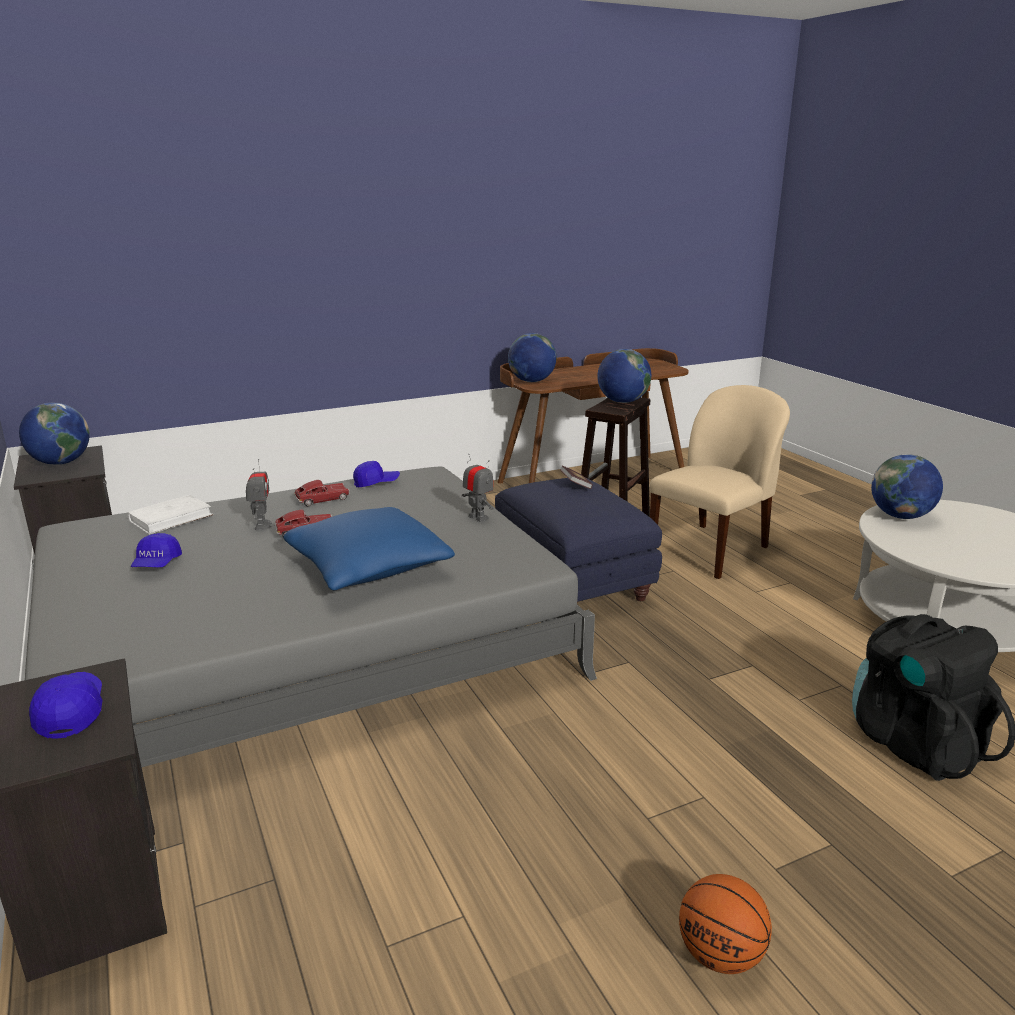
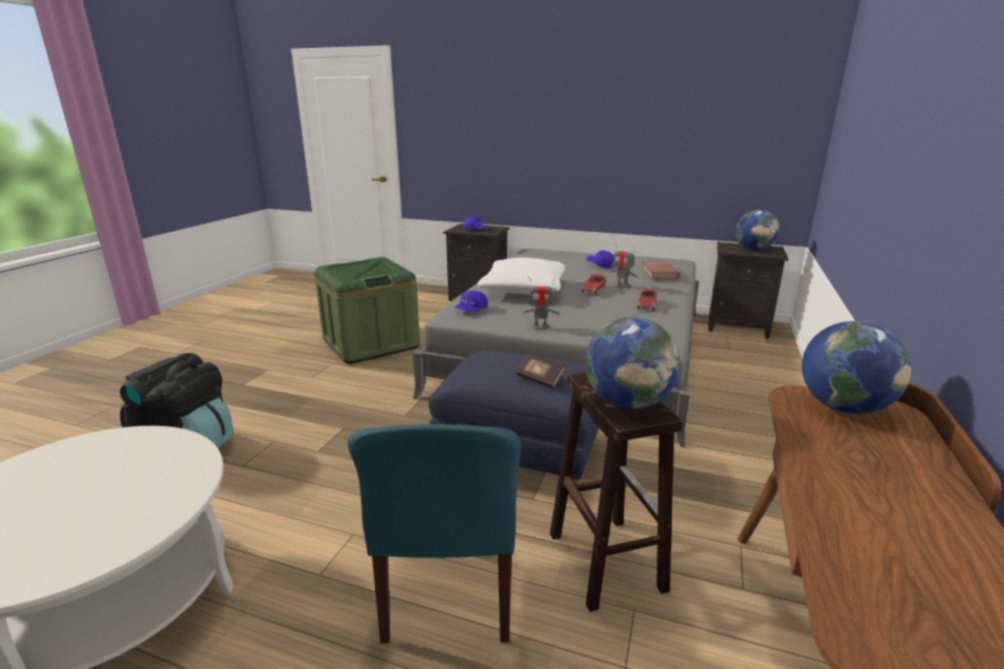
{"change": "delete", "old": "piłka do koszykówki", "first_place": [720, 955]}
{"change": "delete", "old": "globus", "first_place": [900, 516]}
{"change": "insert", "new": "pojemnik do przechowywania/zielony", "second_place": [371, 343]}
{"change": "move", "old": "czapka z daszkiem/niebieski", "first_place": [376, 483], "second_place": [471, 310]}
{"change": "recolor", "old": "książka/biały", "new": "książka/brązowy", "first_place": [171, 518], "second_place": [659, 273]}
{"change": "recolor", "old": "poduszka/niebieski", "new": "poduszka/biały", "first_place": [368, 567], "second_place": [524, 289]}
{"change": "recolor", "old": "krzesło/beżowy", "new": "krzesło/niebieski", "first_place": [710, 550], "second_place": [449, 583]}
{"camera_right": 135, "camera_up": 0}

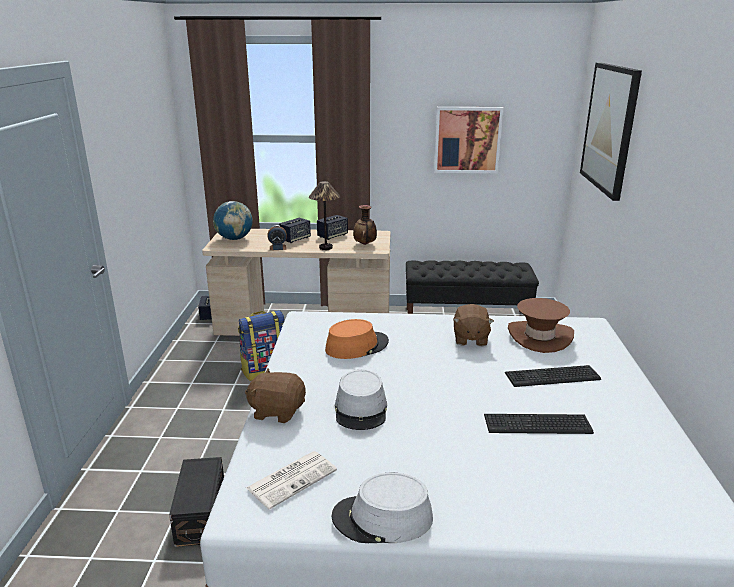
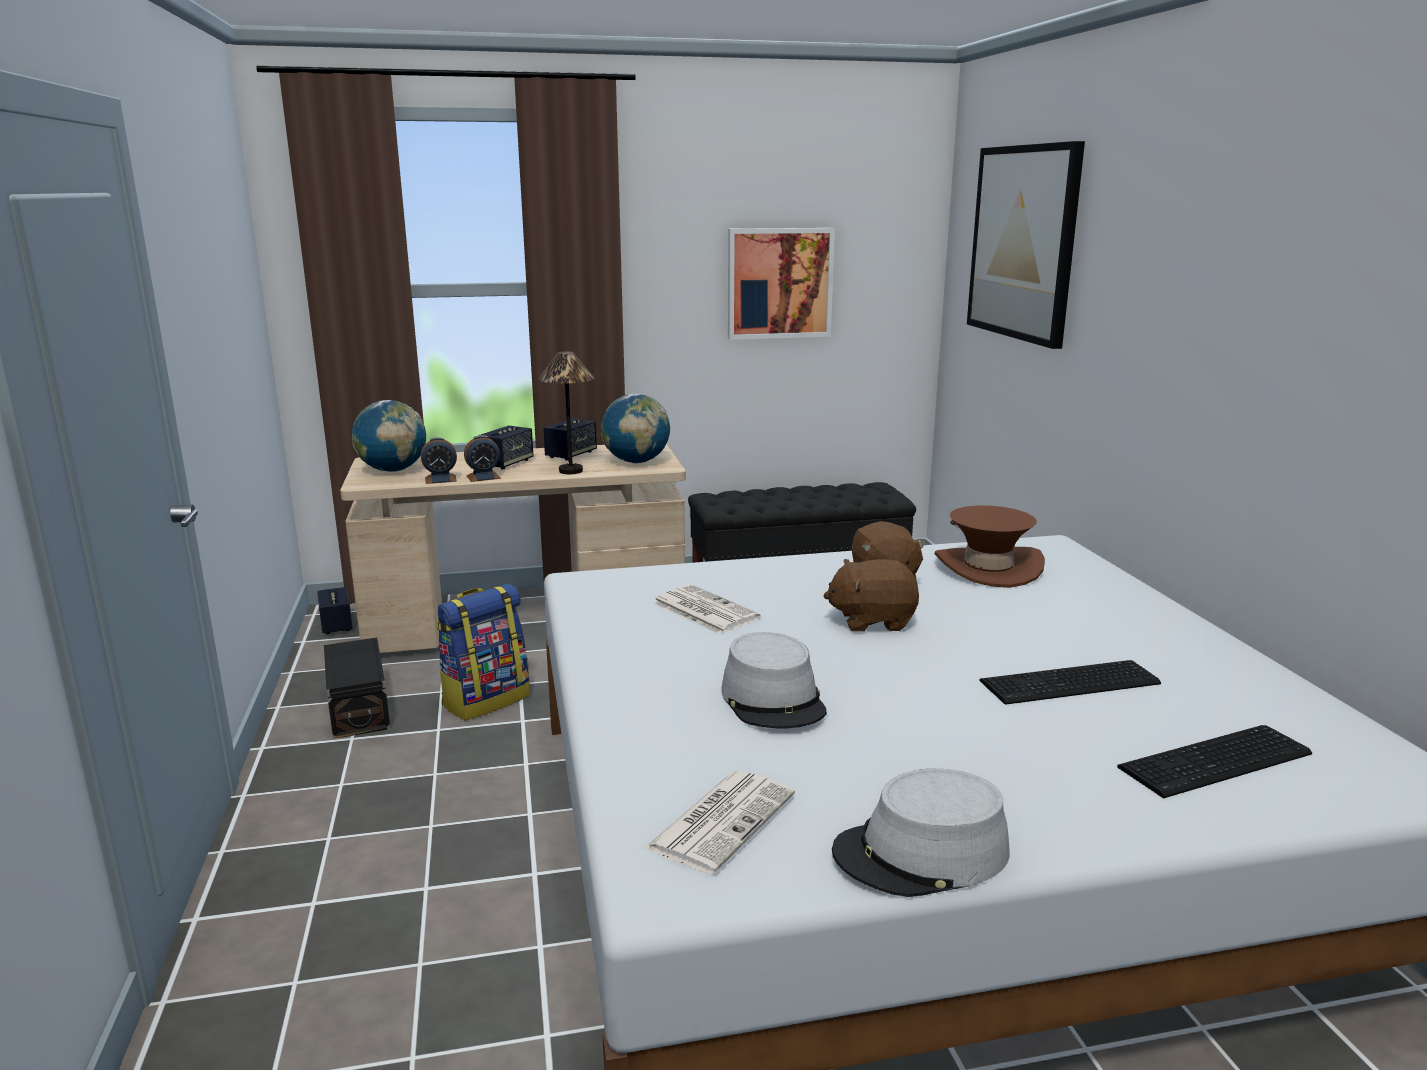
{"change": "insert", "new": "budzik", "second_place": [440, 479]}
{"change": "move", "old": "pojemnik do przechowywania/czarny", "first_place": [202, 513], "second_place": [360, 708]}
{"change": "move", "old": "pluszak/brązowy", "first_place": [277, 411], "second_place": [872, 620]}
{"change": "move", "old": "klawiatura", "first_place": [554, 377], "second_place": [1220, 762]}
{"change": "replace", "old": "kapelusz/pomarańczowy", "new": "gazeta", "first_place": [357, 346], "second_place": [703, 610]}
{"change": "replace", "old": "wazon", "new": "globus", "first_place": [365, 244], "second_place": [636, 462]}
{"camera_right": -15, "camera_up": -5}

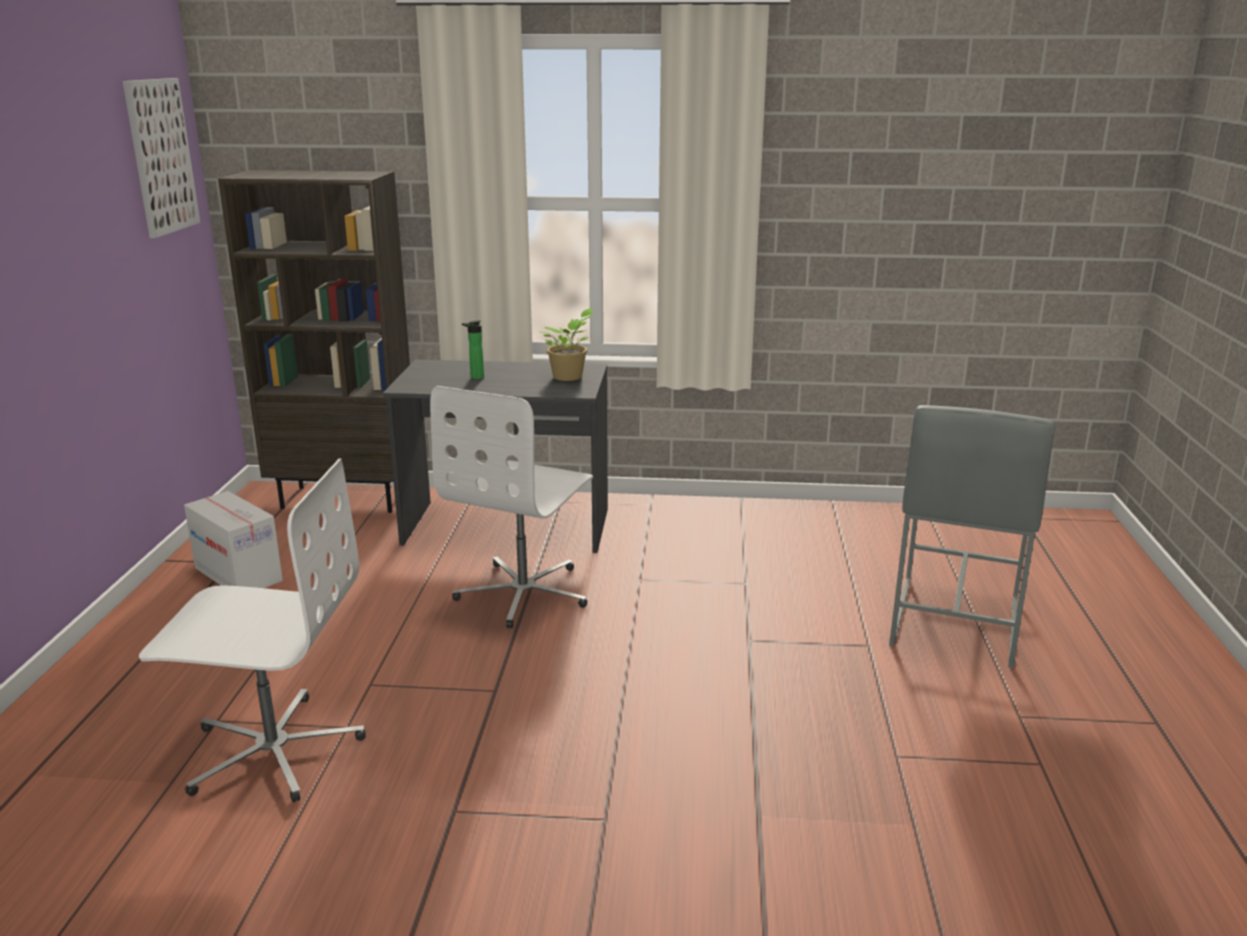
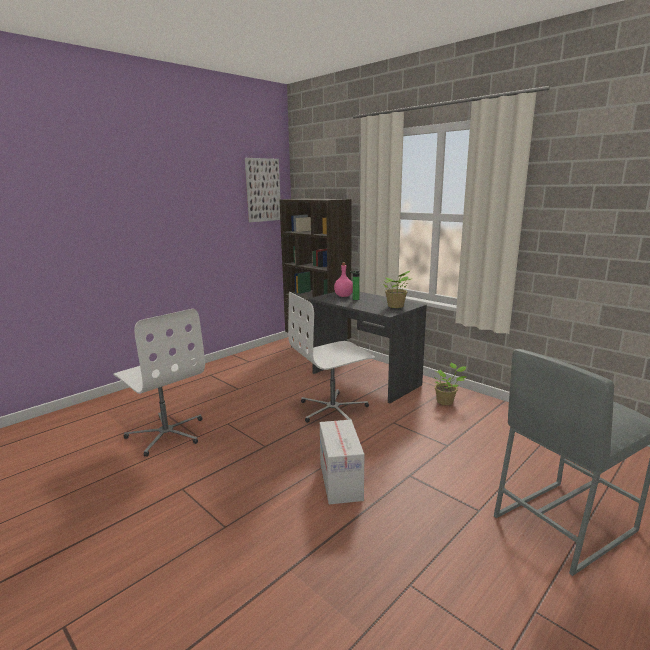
{"change": "insert", "new": "butelka/różowy", "second_place": [343, 296]}
{"change": "insert", "new": "roślina doniczkowa", "second_place": [446, 401]}
{"change": "move", "old": "karton", "first_place": [239, 574], "second_place": [341, 481]}
{"camera_right": 40, "camera_up": -5}

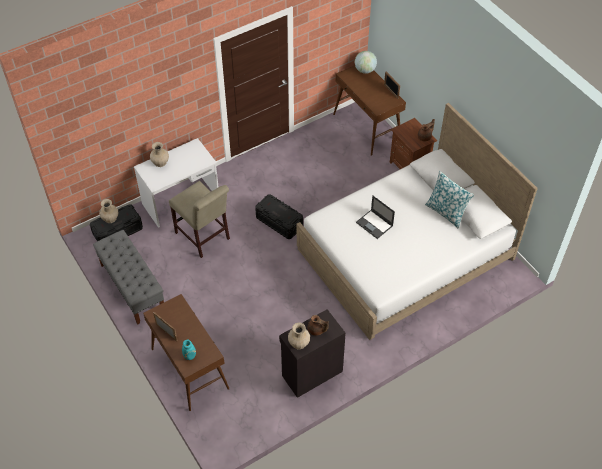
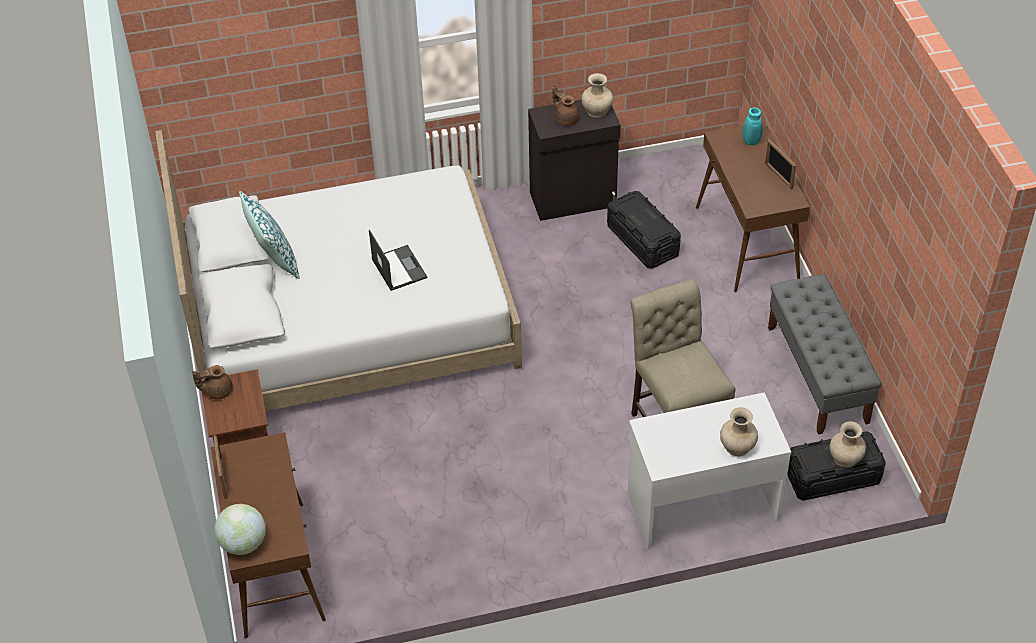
{"change": "move", "old": "pojemnik do przechowywania/czarny", "first_place": [279, 222], "second_place": [642, 241]}
{"camera_right": -160, "camera_up": -5}

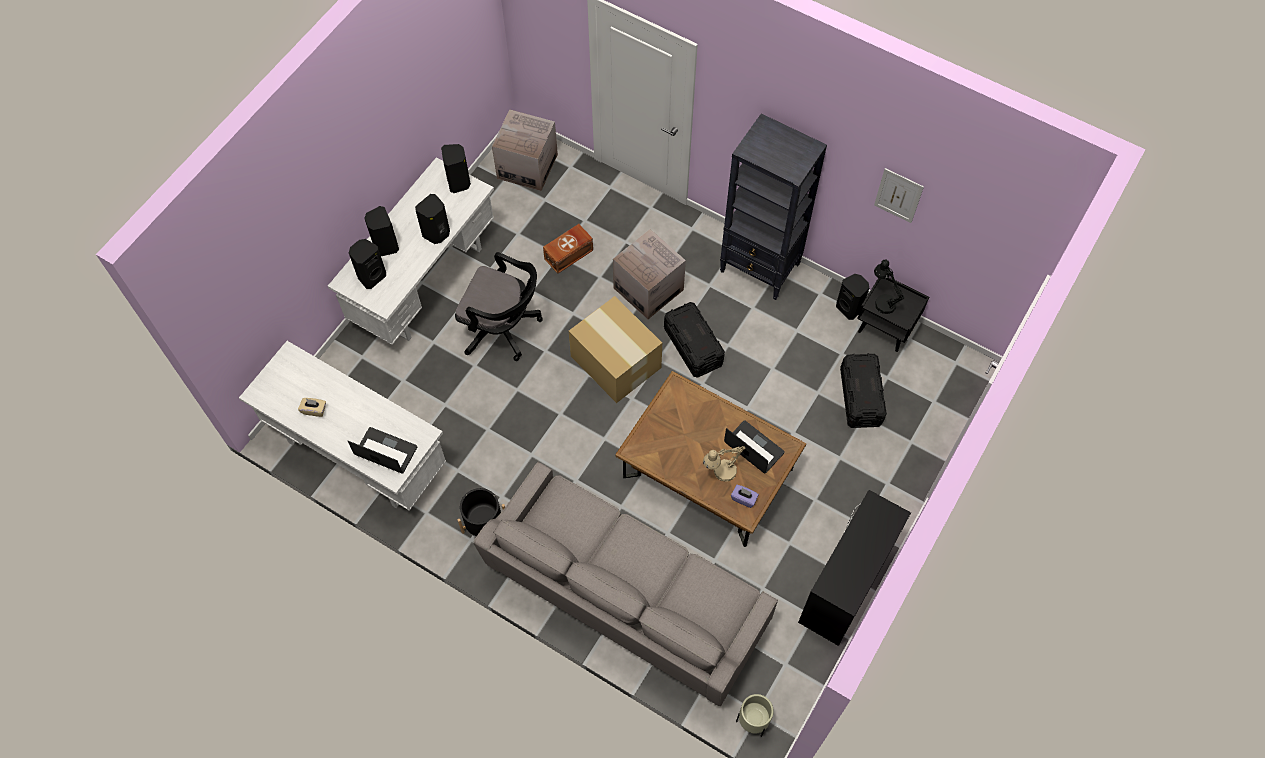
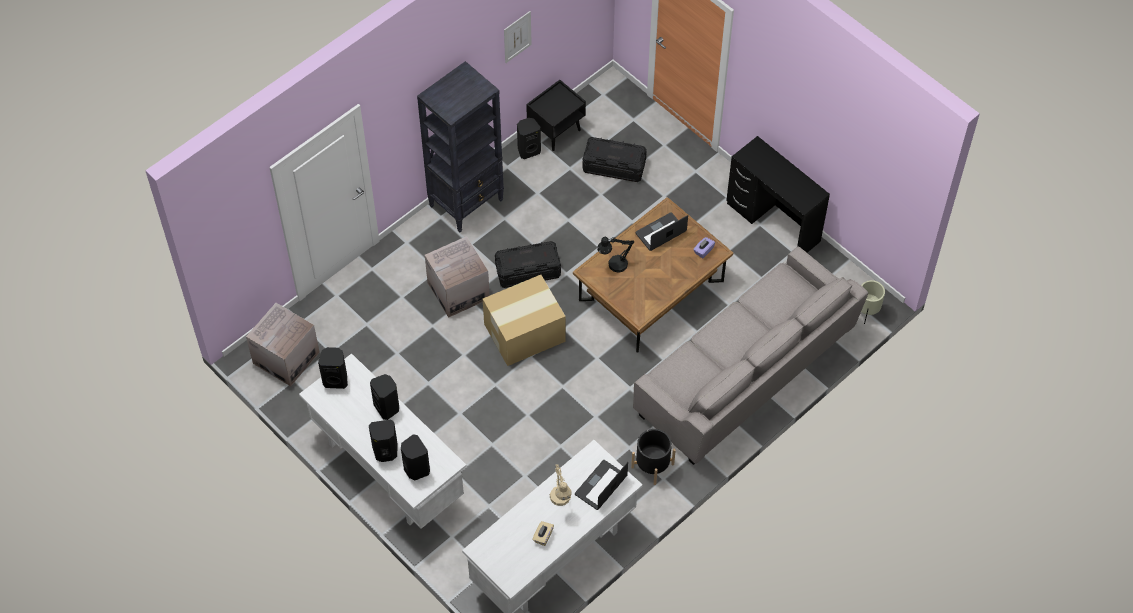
{"change": "delete", "old": "krzesło biurowe/czarny", "first_place": [503, 328]}
{"change": "delete", "old": "pojemnik do przechowywania/brązowy", "first_place": [569, 254]}
{"change": "move", "old": "lampa stołowa/beżowy", "first_place": [720, 473], "second_place": [561, 500]}
{"change": "move", "old": "lampa stołowa/czarny", "first_place": [882, 301], "second_place": [613, 265]}
{"camera_right": -75, "camera_up": -5}

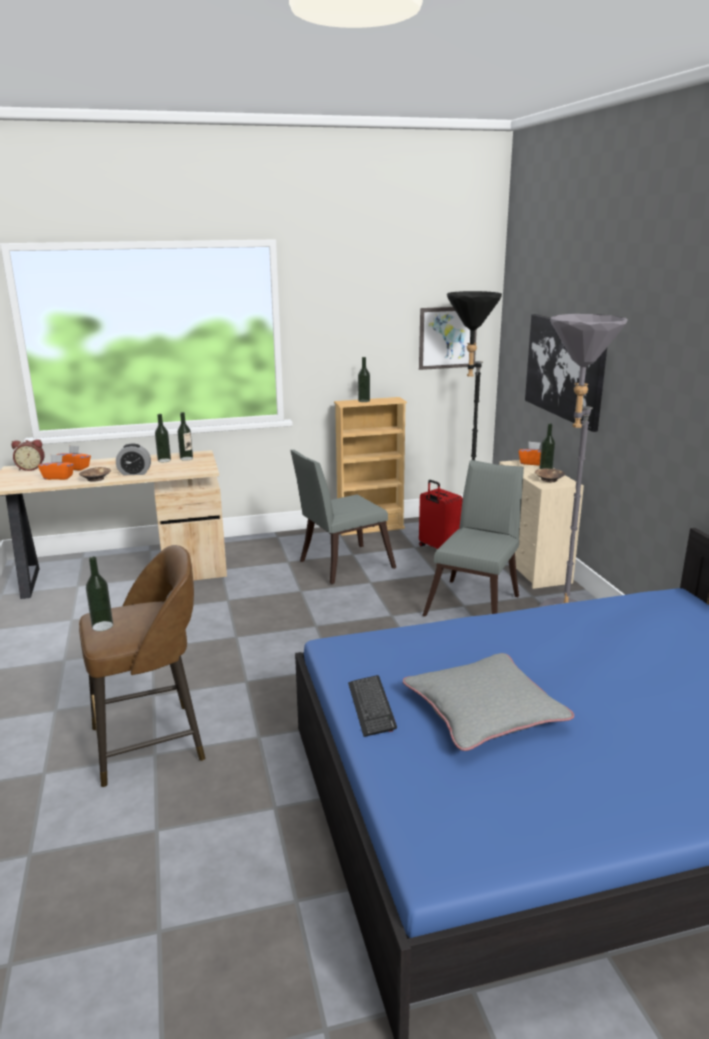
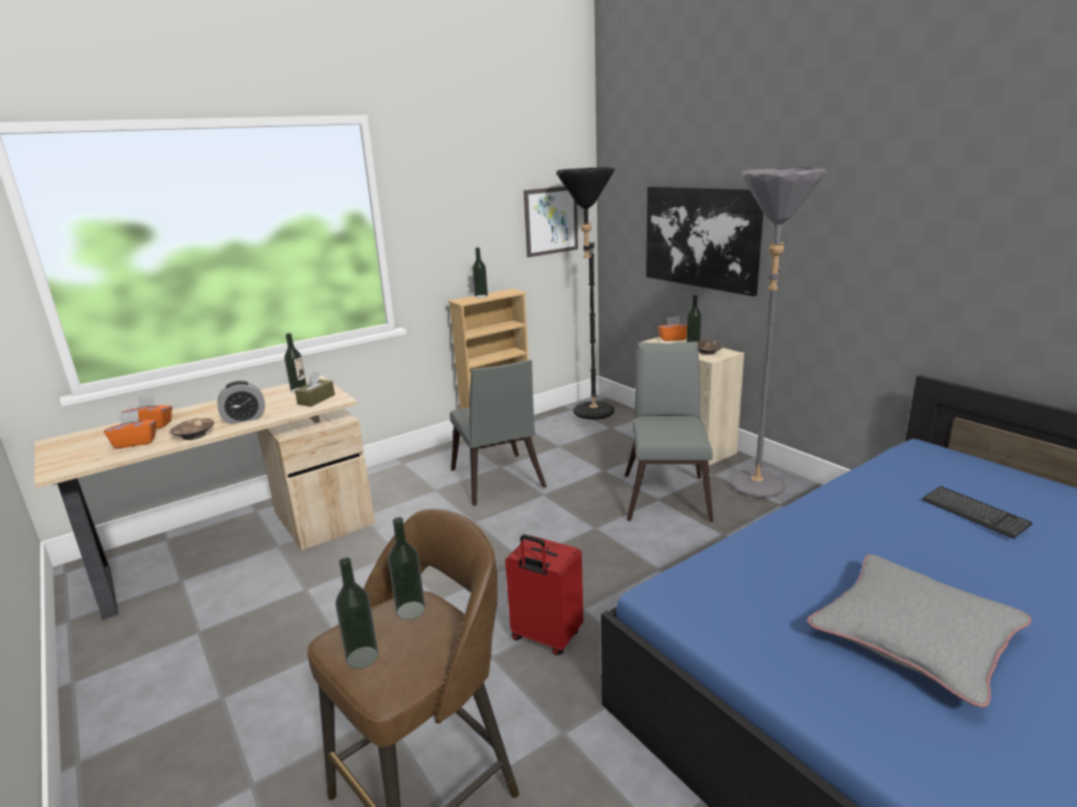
{"change": "delete", "old": "budzik", "first_place": [31, 468]}
{"change": "insert", "new": "pudełko chusteczek/brązowy", "second_place": [316, 399]}
{"change": "move", "old": "butelka", "first_place": [164, 460], "second_place": [410, 610]}
{"change": "move", "old": "klawiatura", "first_place": [371, 707], "second_place": [974, 513]}
{"change": "move", "old": "walizka/czerwony", "first_place": [438, 548], "second_place": [545, 637]}
{"change": "rotate", "old": "krzesło/szary", "first_place": [340, 565], "second_place": [497, 482], "degrees": -60}
{"camera_right": -20, "camera_up": 0}

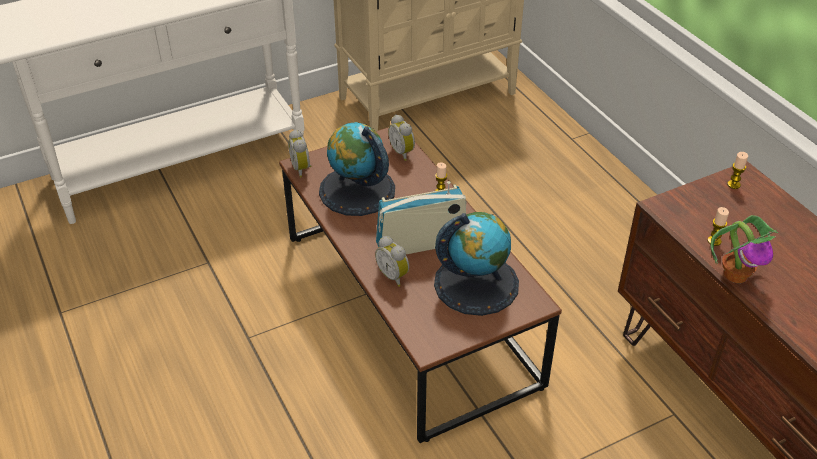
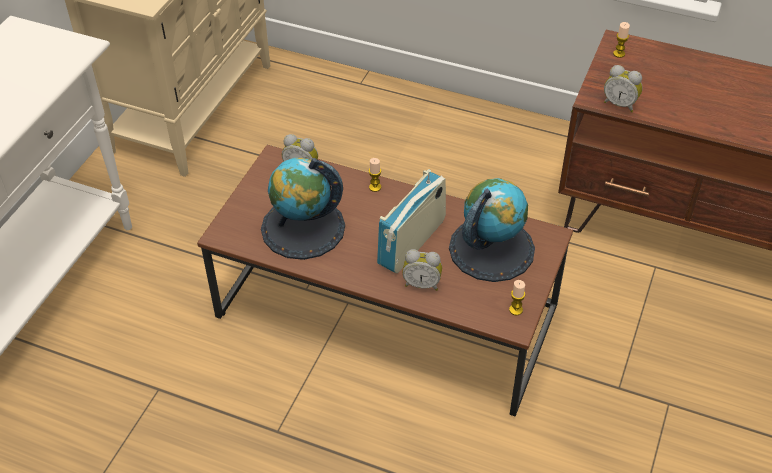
{"change": "delete", "old": "roślina doniczkowa", "first_place": [736, 274]}
{"change": "move", "old": "budzik", "first_place": [302, 168], "second_place": [620, 104]}
{"change": "move", "old": "świeca", "first_place": [714, 241], "second_place": [515, 310]}
{"camera_right": -40, "camera_up": 5}

